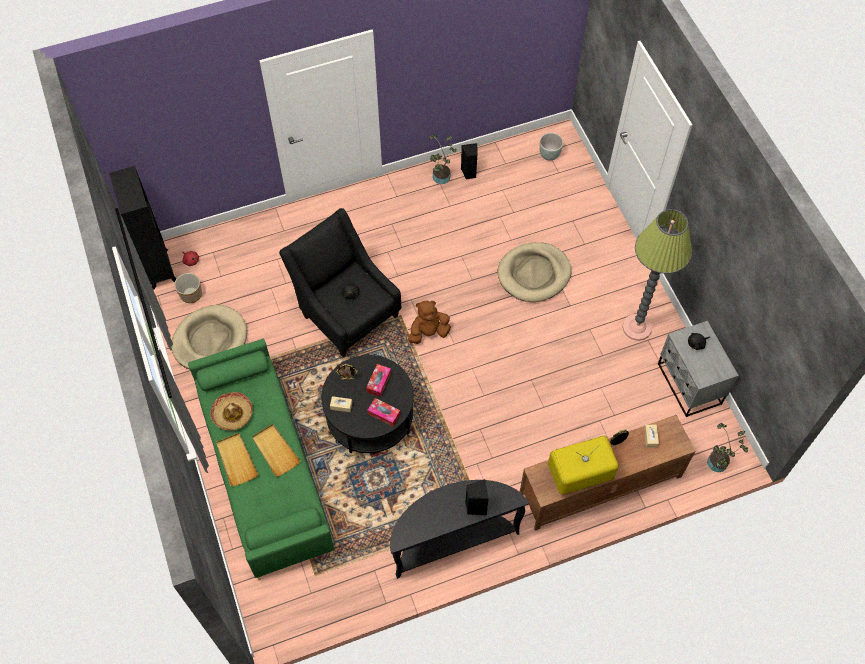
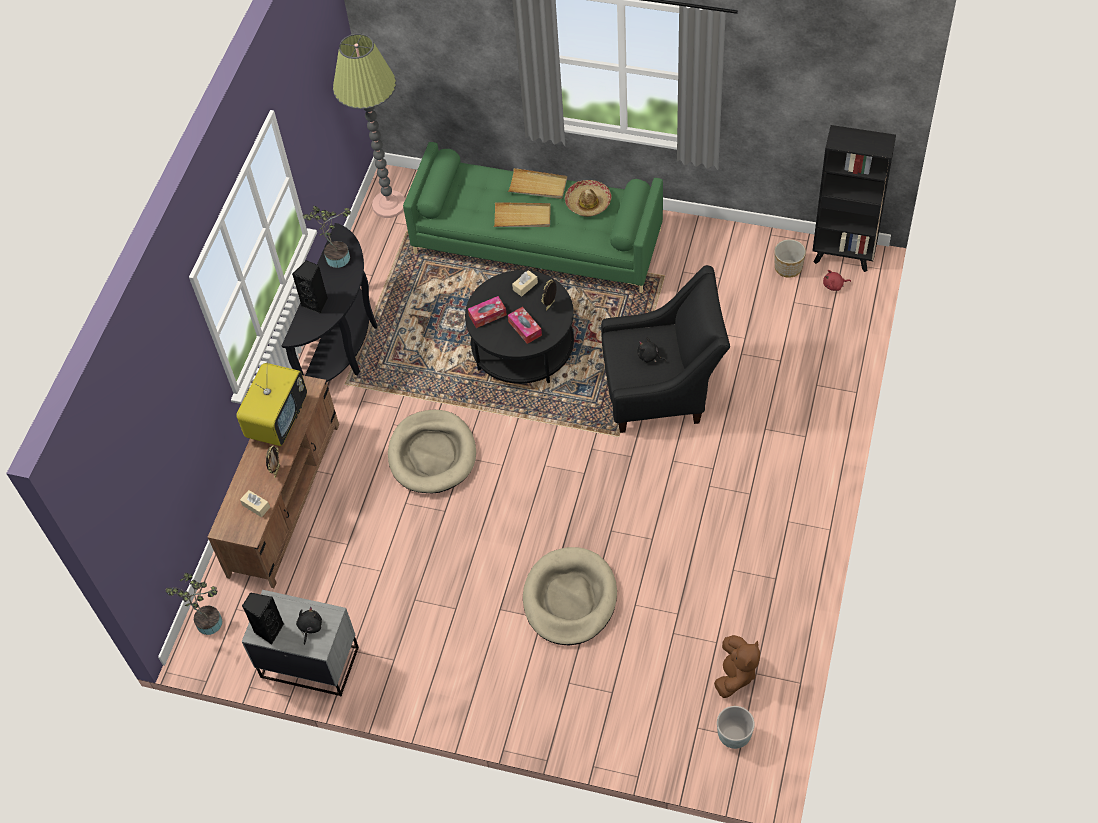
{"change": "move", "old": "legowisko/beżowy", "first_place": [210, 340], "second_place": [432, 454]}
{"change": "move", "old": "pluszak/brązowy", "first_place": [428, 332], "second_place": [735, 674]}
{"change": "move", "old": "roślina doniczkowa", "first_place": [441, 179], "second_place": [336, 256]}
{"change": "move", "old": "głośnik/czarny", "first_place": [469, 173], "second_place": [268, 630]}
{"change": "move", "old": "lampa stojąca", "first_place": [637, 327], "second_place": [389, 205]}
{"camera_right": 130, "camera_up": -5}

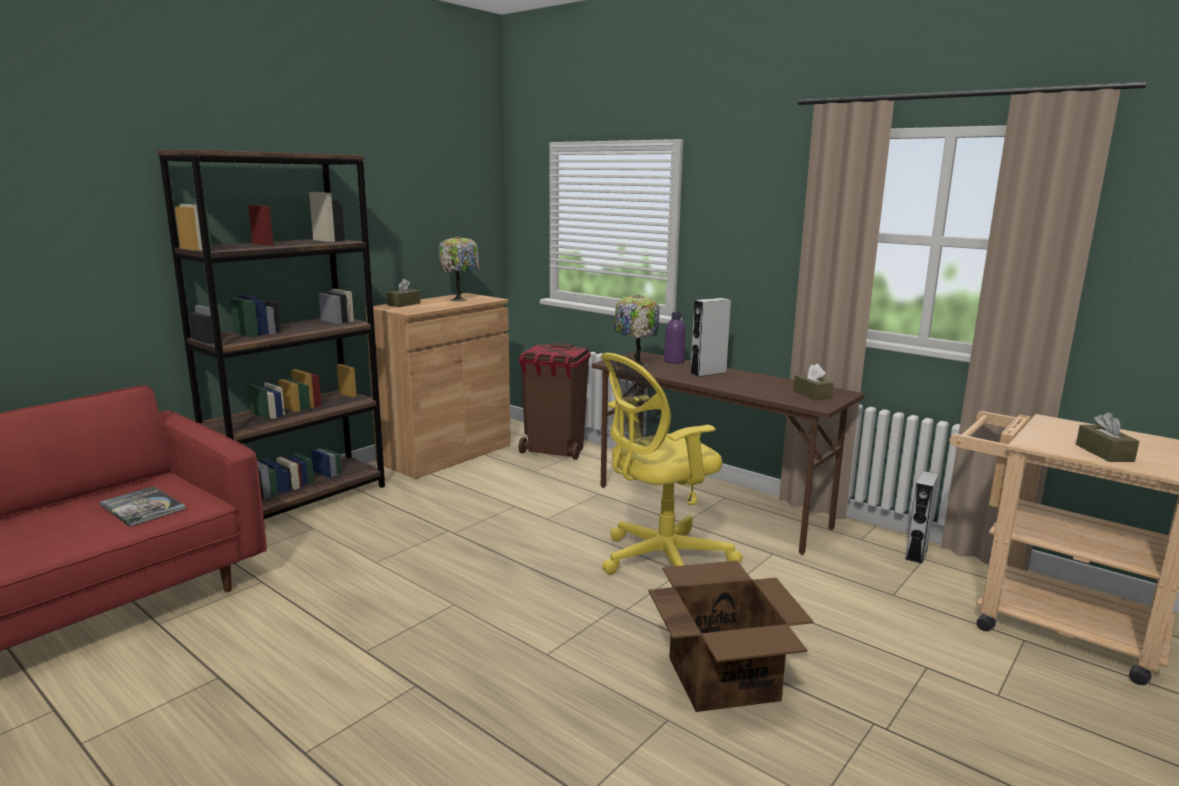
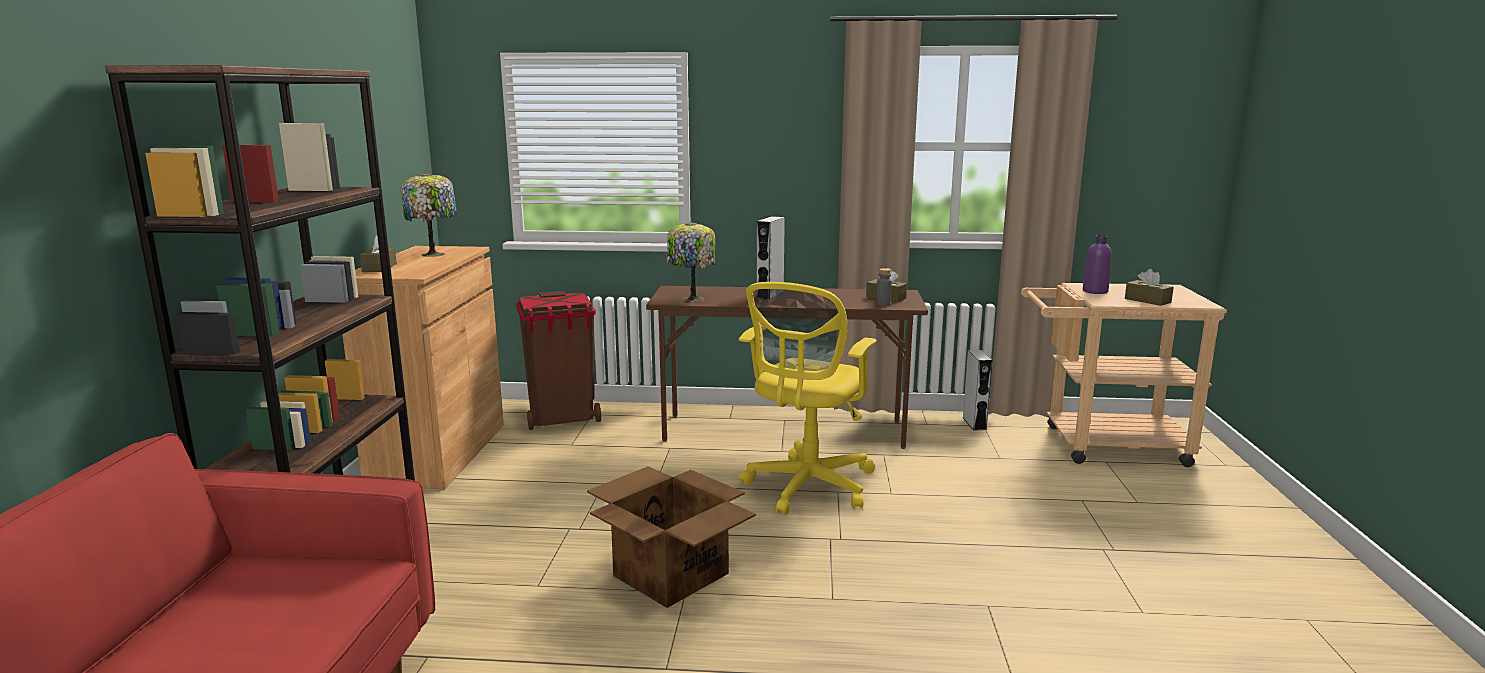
{"change": "delete", "old": "książka", "first_place": [142, 507]}
{"change": "insert", "new": "butelka/szary", "second_place": [883, 304]}
{"change": "move", "old": "karton", "first_place": [723, 677], "second_place": [670, 573]}
{"change": "move", "old": "butelka/fioletowy", "first_place": [674, 361], "second_place": [1095, 291]}
{"camera_right": -35, "camera_up": 0}

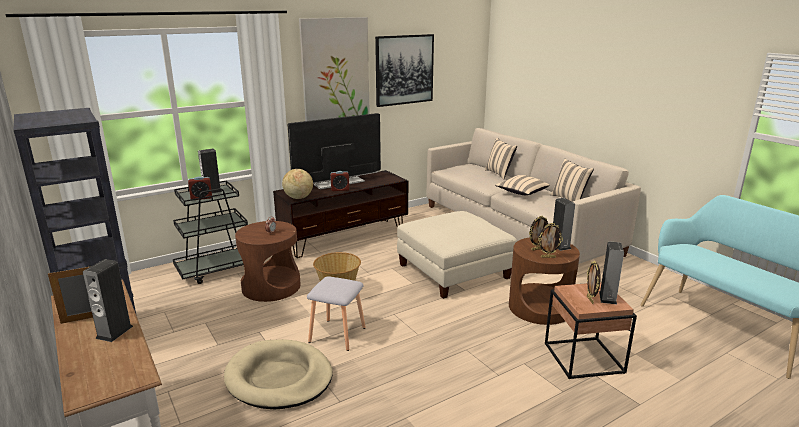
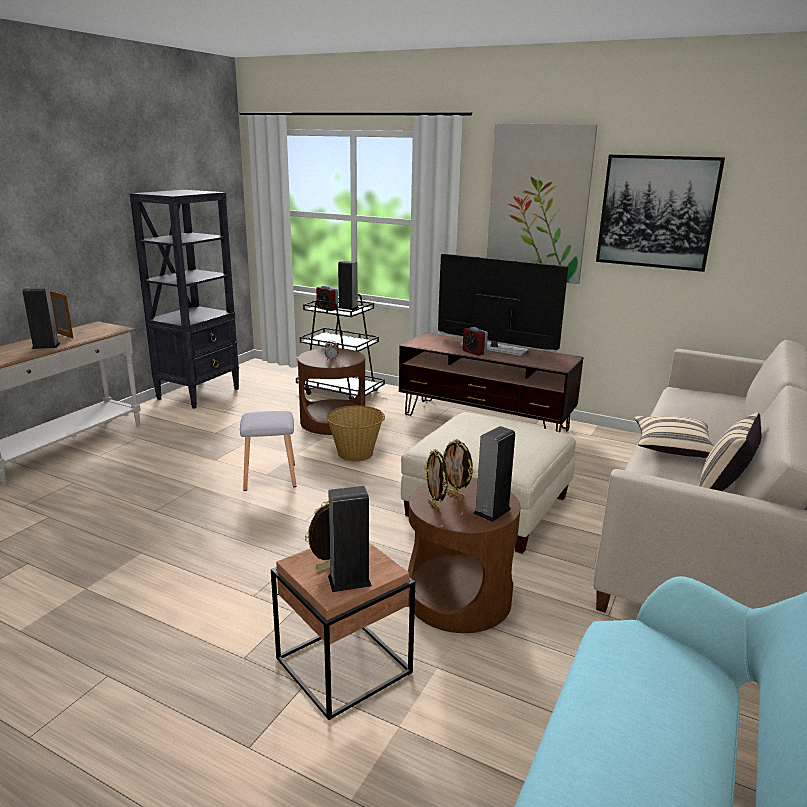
{"change": "delete", "old": "legowisko/beżowy", "first_place": [279, 378]}
{"change": "delete", "old": "globus", "first_place": [298, 198]}
{"change": "delete", "old": "poduszka/beżowy", "first_place": [499, 174]}
{"camera_right": 60, "camera_up": 0}

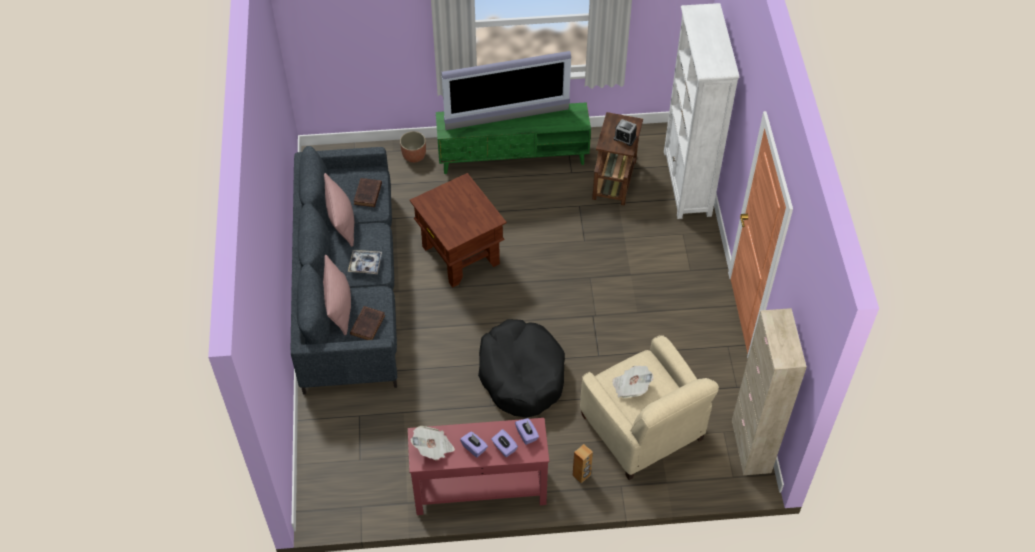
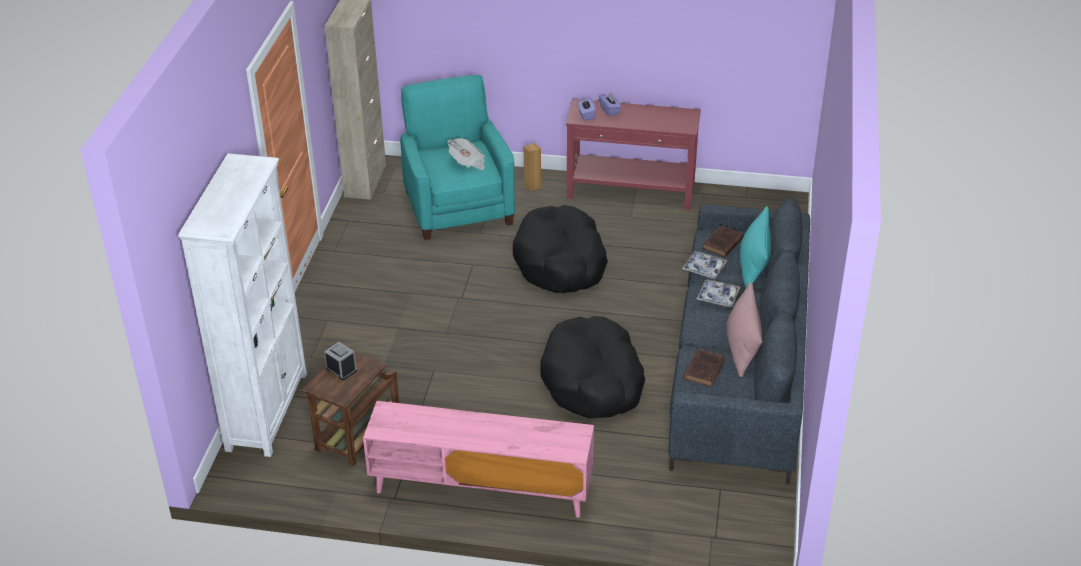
{"change": "delete", "old": "donica", "first_place": [414, 155]}
{"change": "delete", "old": "gazeta", "first_place": [433, 448]}
{"change": "delete", "old": "telewizor", "first_place": [507, 120]}
{"change": "delete", "old": "pudełko chusteczek/fioletowy", "first_place": [474, 448]}
{"change": "insert", "new": "taca", "second_place": [704, 268]}
{"change": "replace", "old": "stolik/brązowy", "new": "legowisko/czarny", "first_place": [460, 255], "second_place": [593, 381]}
{"change": "recolor", "old": "poduszka/różowy", "new": "poduszka/turkusowy", "first_place": [339, 305], "second_place": [753, 265]}
{"change": "recolor", "old": "szafka pod telewizor/zielony", "new": "szafka pod telewizor/różowy", "first_place": [513, 157], "second_place": [480, 488]}
{"change": "recolor", "old": "fotel/beżowy", "new": "fotel/turkusowy", "first_place": [643, 428], "second_place": [458, 207]}
{"camera_right": -165, "camera_up": -15}

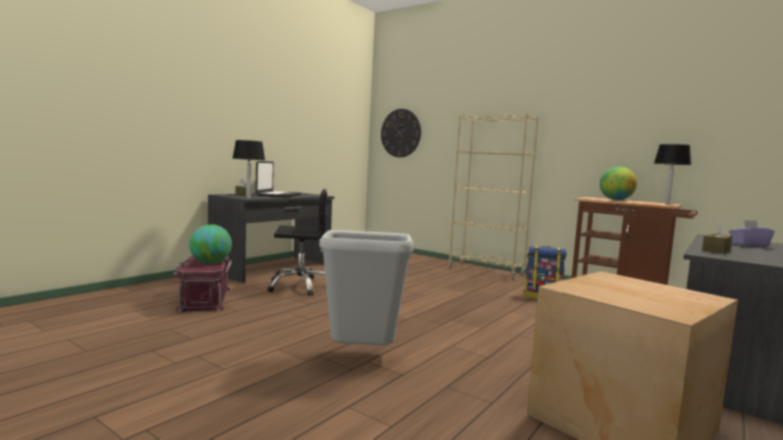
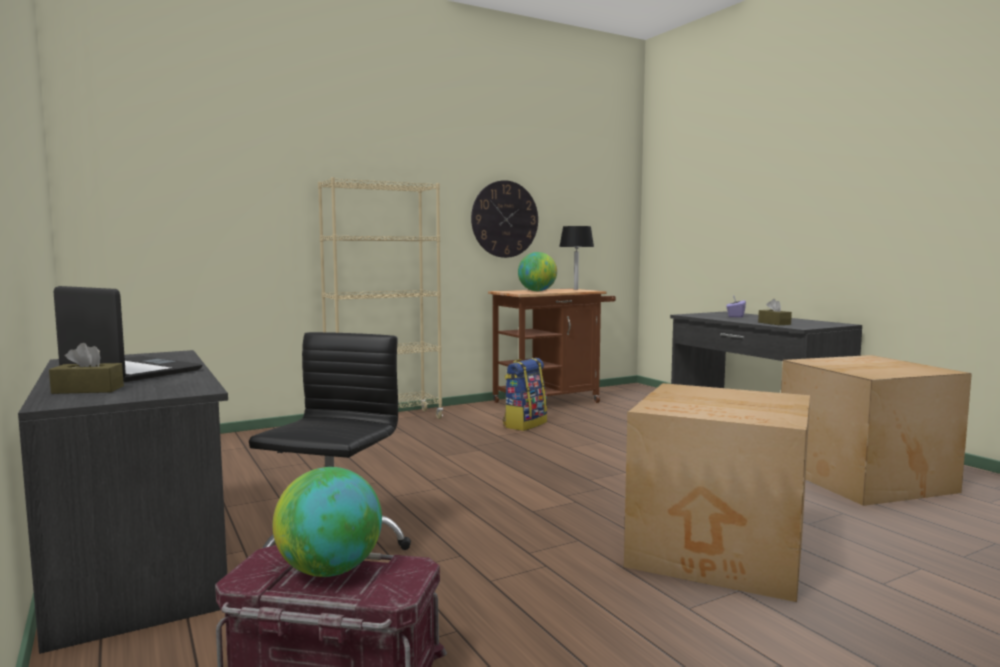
{"change": "delete", "old": "lampa stołowa/czarny", "first_place": [248, 198]}
{"change": "move", "old": "zegar ścienny", "first_place": [400, 133], "second_place": [504, 219]}
{"change": "replace", "old": "kosz na śmieci/szary", "new": "karton", "first_place": [361, 356], "second_place": [719, 552]}
{"camera_right": -65, "camera_up": 0}

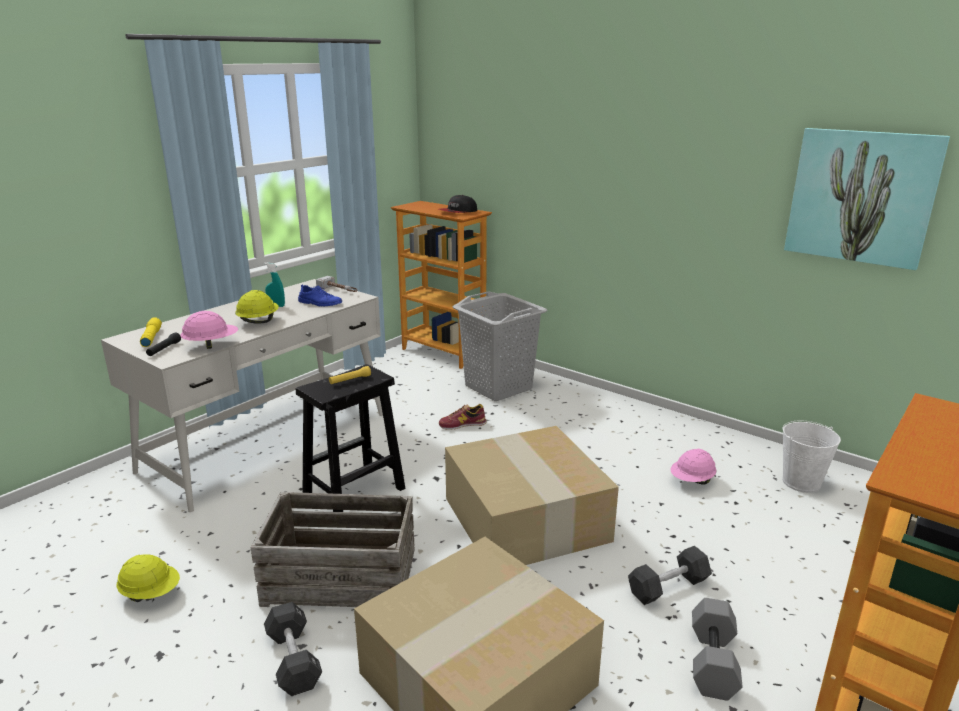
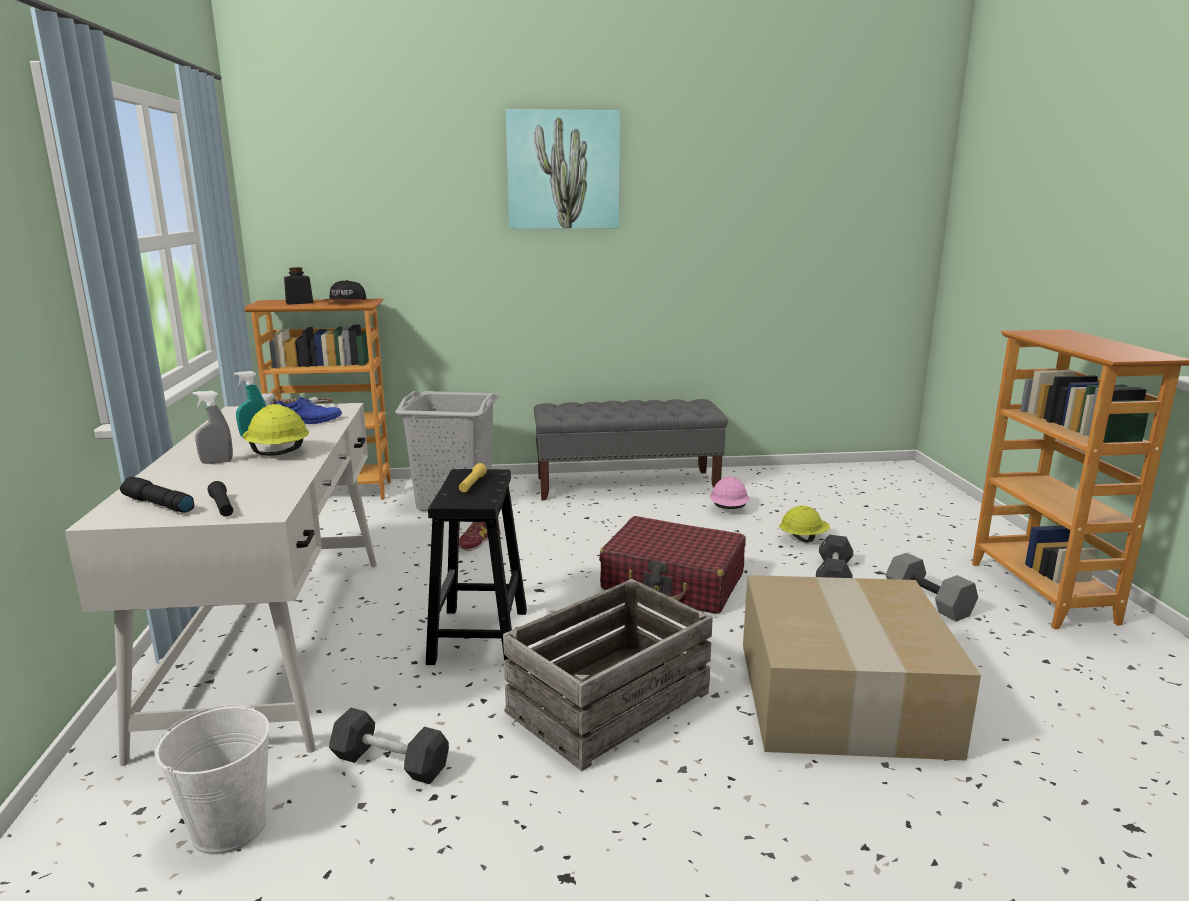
{"change": "delete", "old": "kask/różowy", "first_place": [211, 345]}
{"change": "insert", "new": "spryskiwacz/szary", "second_place": [217, 462]}
{"change": "insert", "new": "słoik/czarny", "second_place": [299, 302]}
{"change": "insert", "new": "ławka/szary", "second_place": [627, 485]}
{"change": "move", "old": "kask/żółty", "first_place": [151, 593], "second_place": [803, 538]}
{"change": "move", "old": "hantel/czarny", "first_place": [293, 660], "second_place": [390, 763]}
{"change": "move", "old": "wiadro/biały", "first_place": [801, 482], "second_place": [230, 827]}
{"change": "move", "old": "obraz", "first_place": [861, 197], "second_place": [563, 170]}
{"change": "replace", "old": "karton", "new": "walizka/czerwony", "first_place": [528, 520], "second_place": [673, 582]}
{"change": "recolor", "old": "latarka/żółty", "new": "latarka/czarny", "first_place": [151, 337], "second_place": [157, 505]}
{"camera_right": -45, "camera_up": -5}

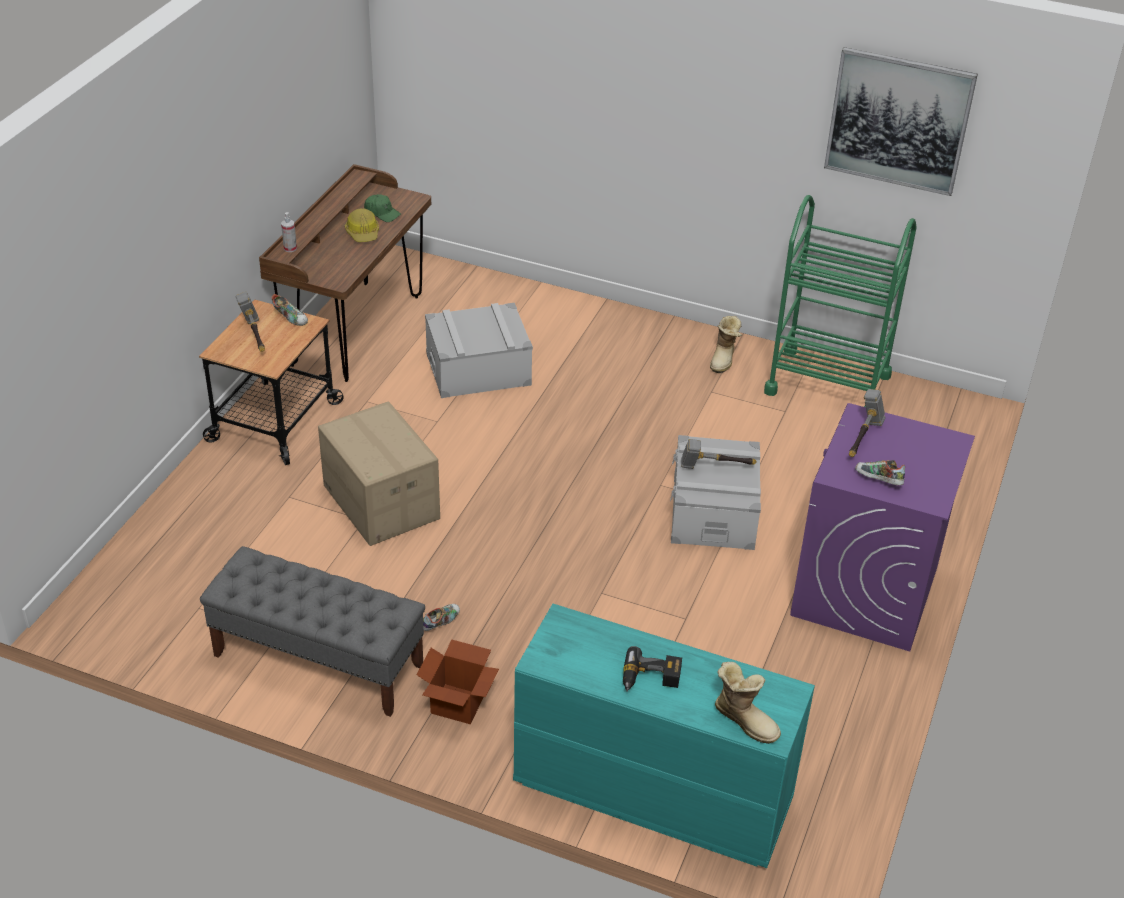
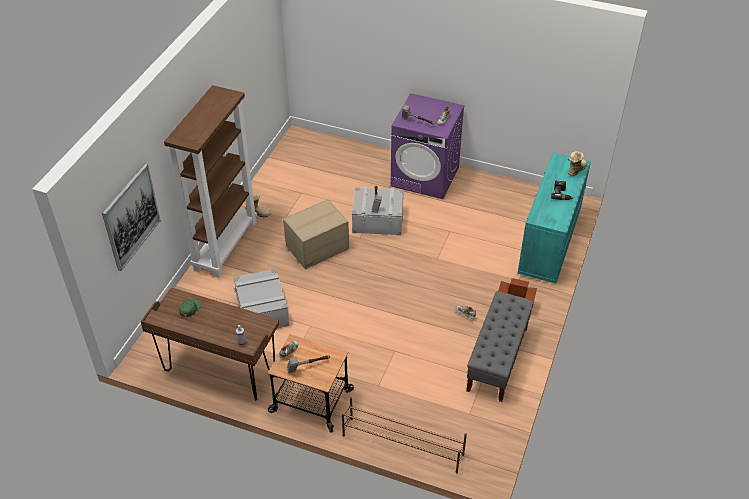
{"change": "delete", "old": "kask", "first_place": [363, 233]}
{"change": "delete", "old": "wózek/zielony", "first_place": [827, 384]}
{"change": "insert", "new": "regał/brązowy", "second_place": [225, 245]}
{"change": "insert", "new": "regał na buty/brązowy", "second_place": [402, 444]}
{"change": "move", "old": "karton", "first_place": [380, 502], "second_place": [317, 248]}
{"change": "move", "old": "obraz", "first_place": [898, 121], "second_place": [131, 216]}
{"camera_right": -90, "camera_up": 5}

